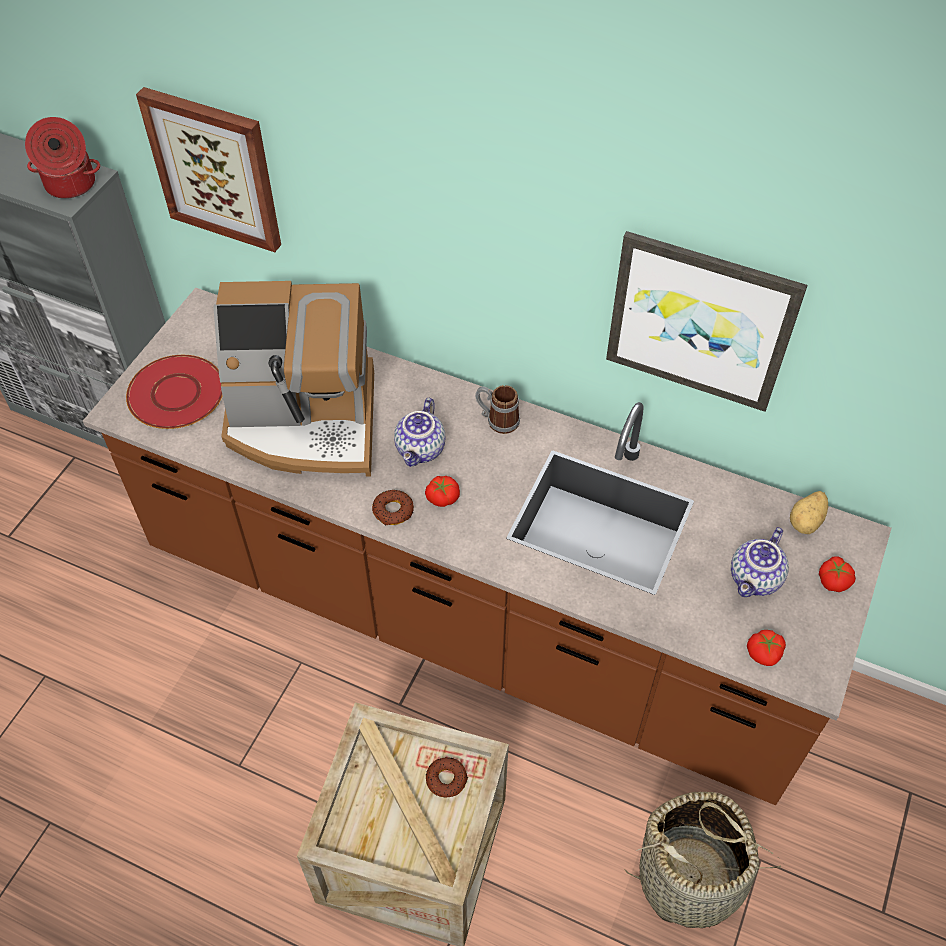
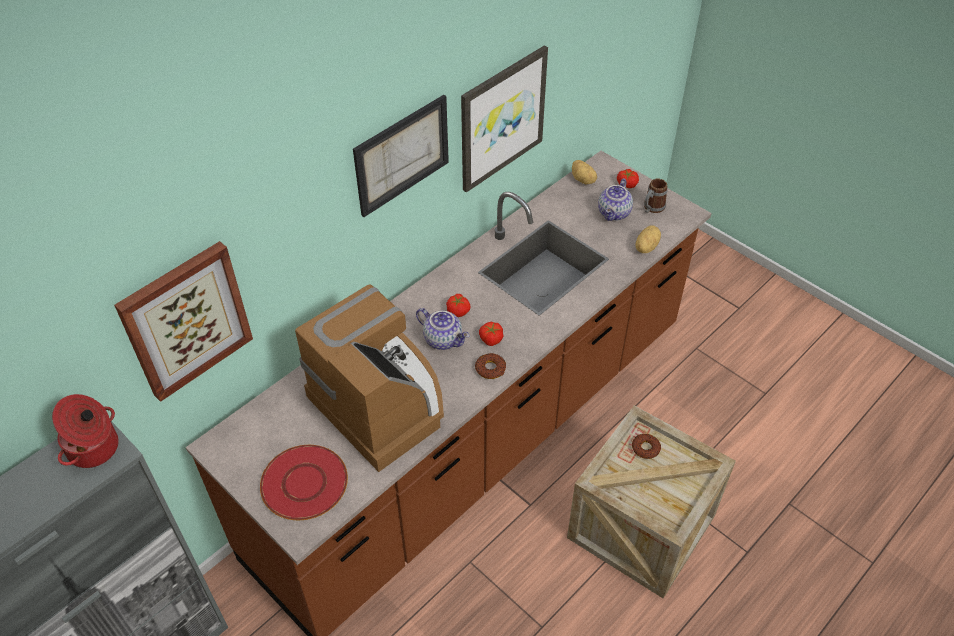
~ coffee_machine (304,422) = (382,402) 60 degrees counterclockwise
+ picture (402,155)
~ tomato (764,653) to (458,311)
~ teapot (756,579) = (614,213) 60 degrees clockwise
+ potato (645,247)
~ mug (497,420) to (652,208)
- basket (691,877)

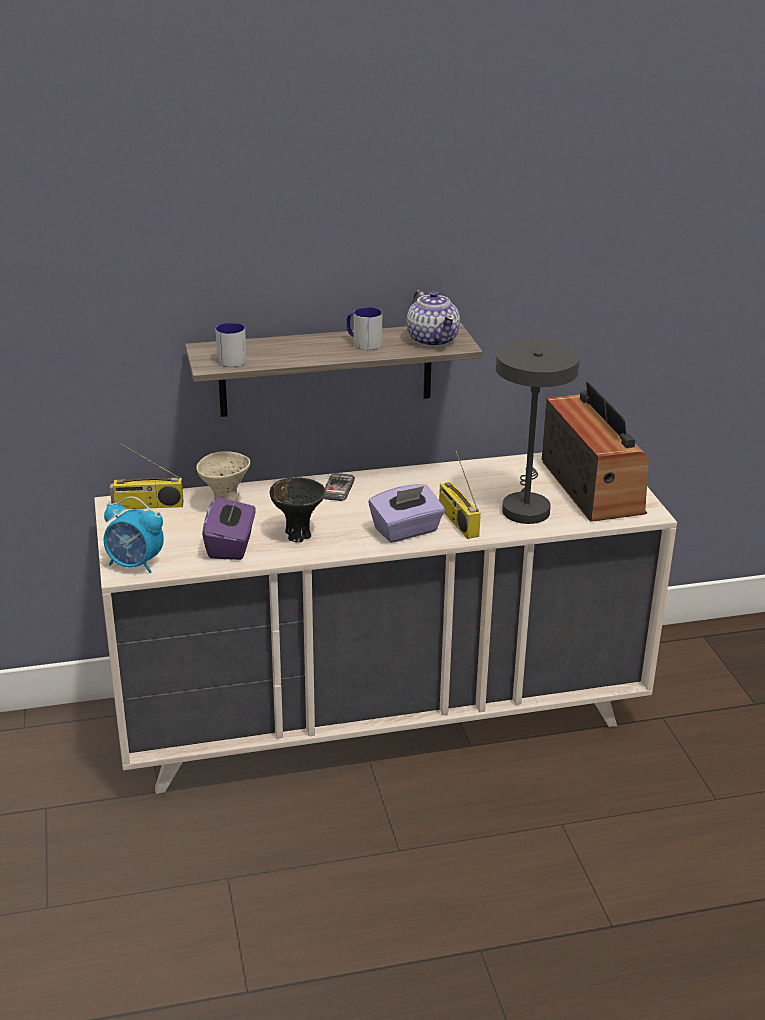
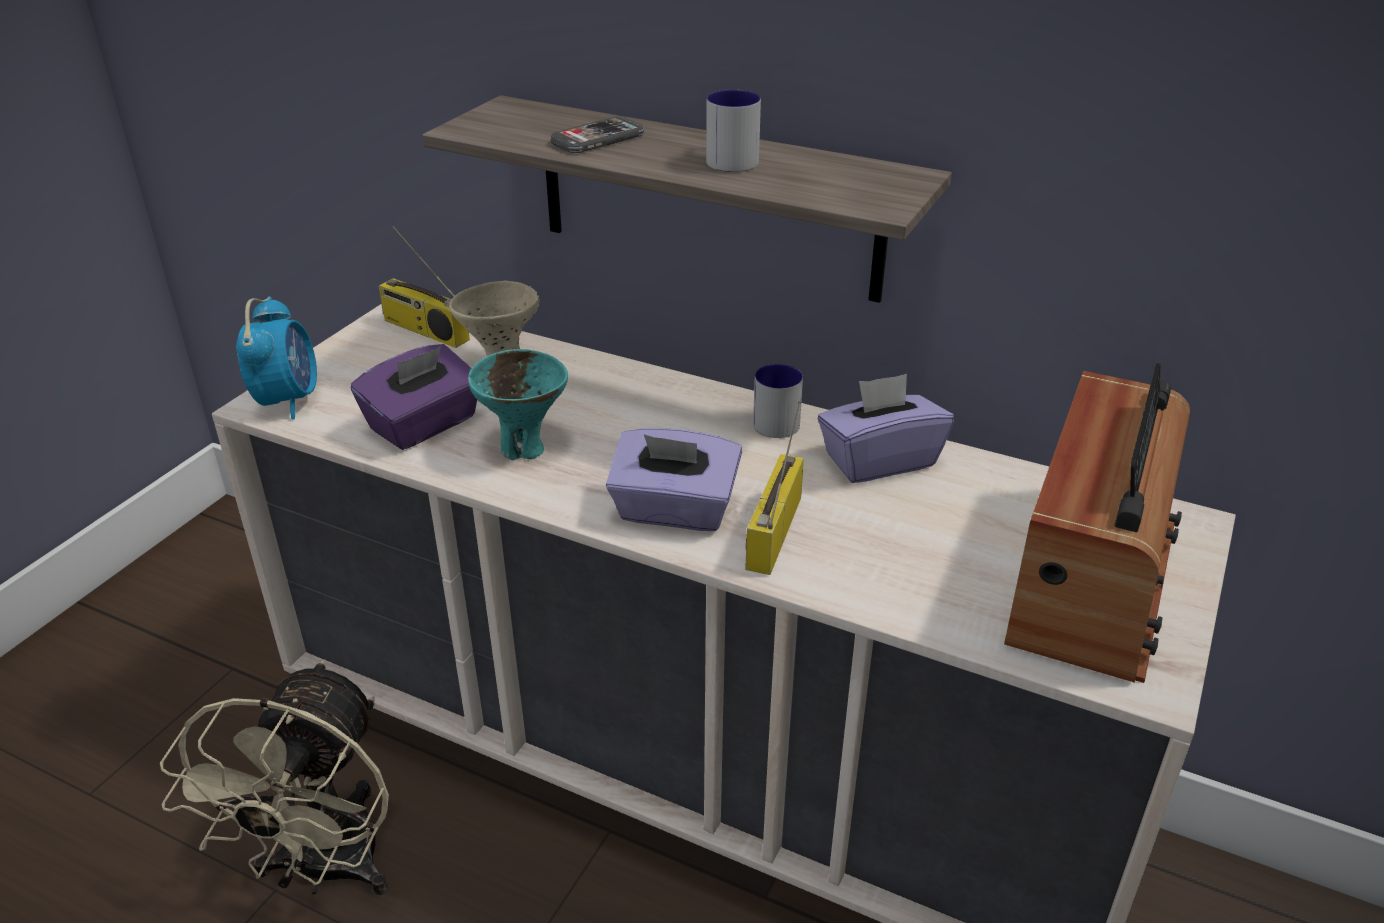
+ beige_fan (325,871)
~ alarm_clock (135,565) = (288,400) 150 degrees counterclockwise
~ black_bowl (298,535) to turquoise_bowl (524,447)
~ phone (338,488) to (597,138)
~ mug (230,359) to (779,420)
+ purple_tissue_box (879,460)
- teapot (432,340)
- grey_table_lamp (525,507)

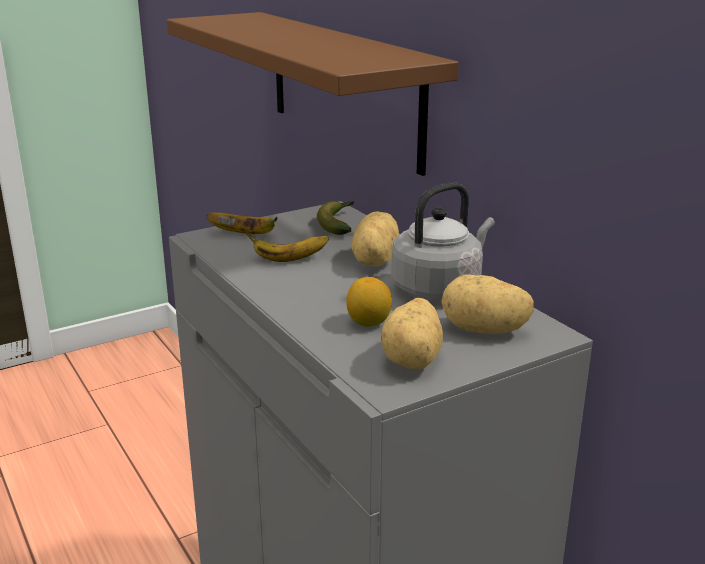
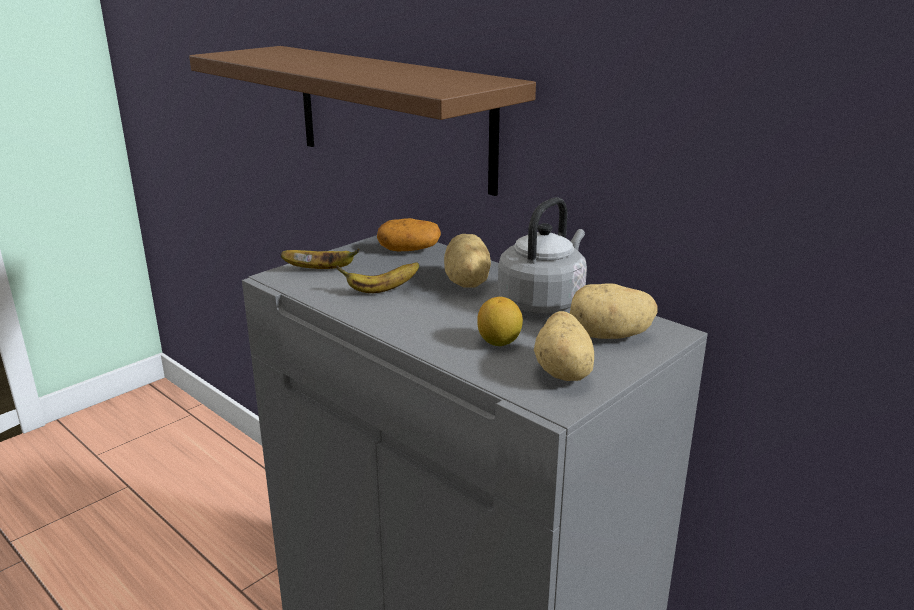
~ banana (339,223) to potato (409,250)

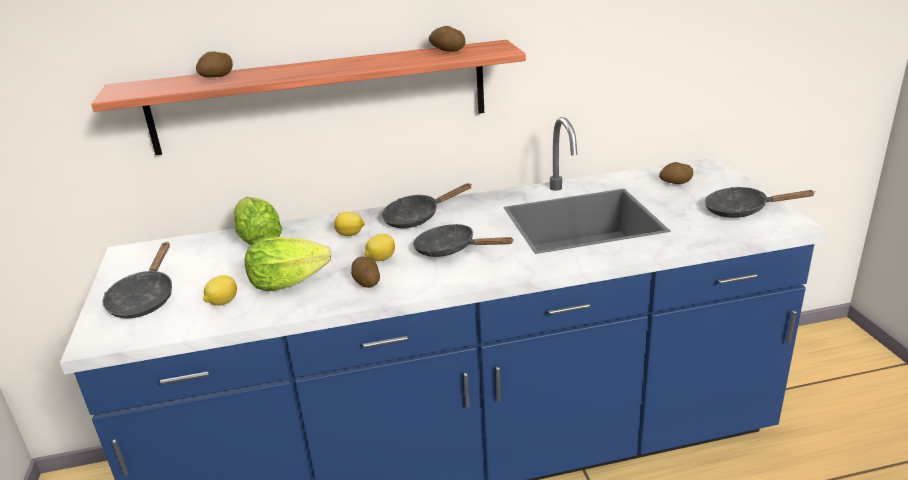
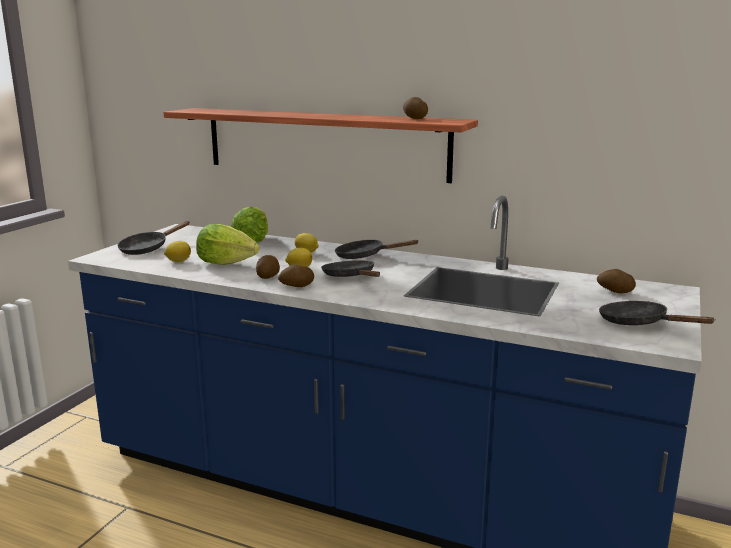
~ potato (216,77) to (296,286)

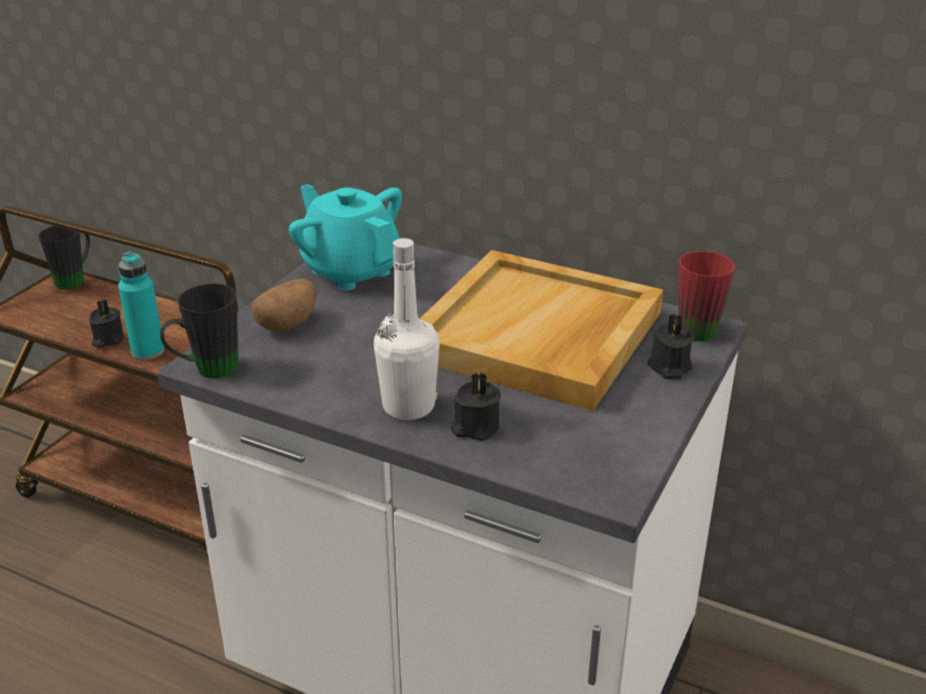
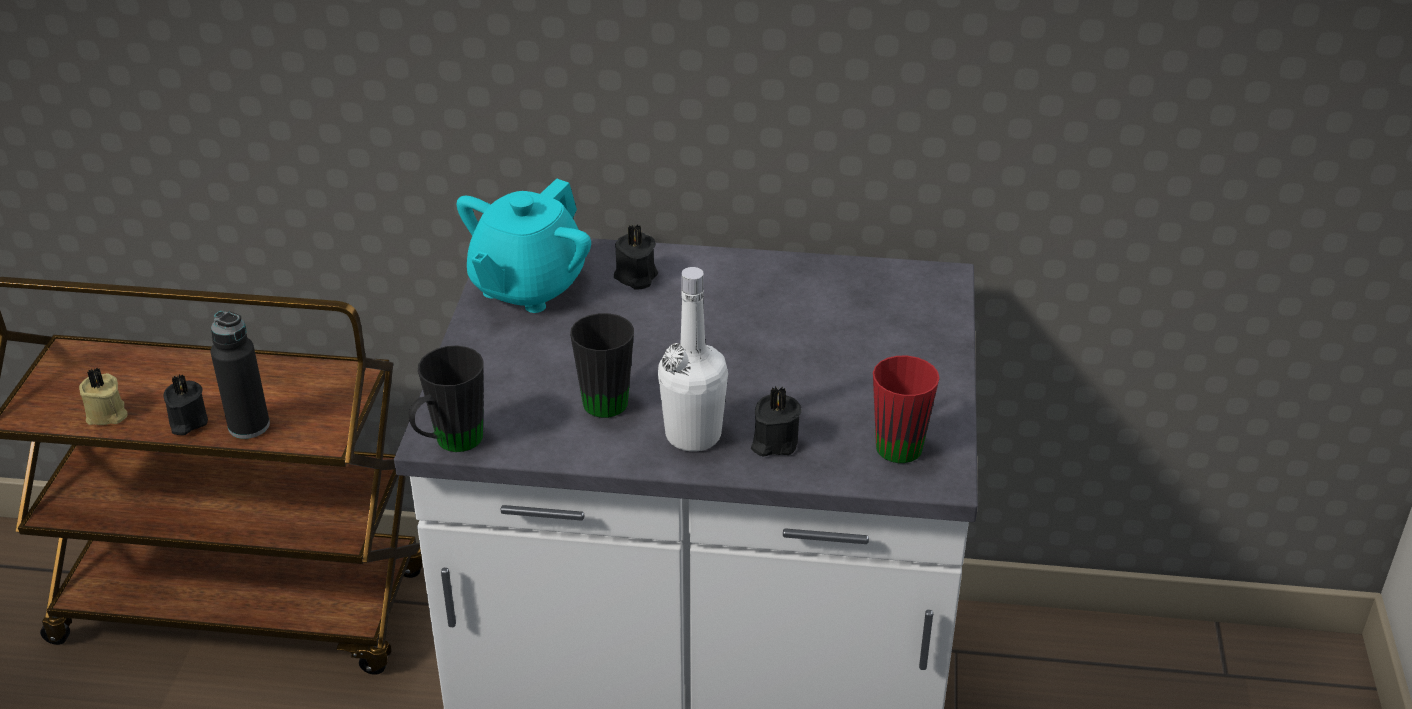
+ beige_candle (107,414)
~ turquoise_bottle (148,351) to black_bottle (249,426)
~ turquoise_teapot (351,270) = (527,287) 90 degrees counterclockwise
~ black_mug (75,279) to (608,395)
~ black_candle (669,367) to (635,277)
~ red_mug (700,326) to (899,439)
- potato (288,324)
- beige_tray (537,336)

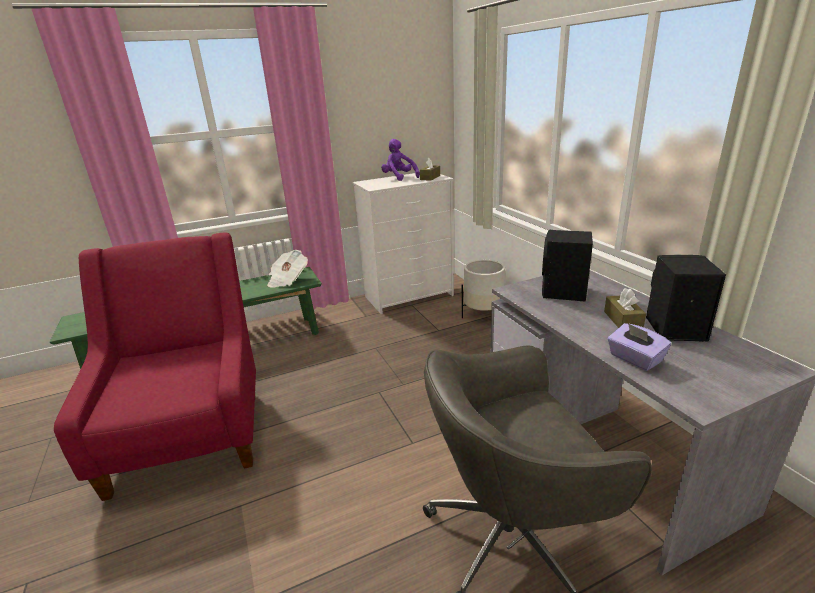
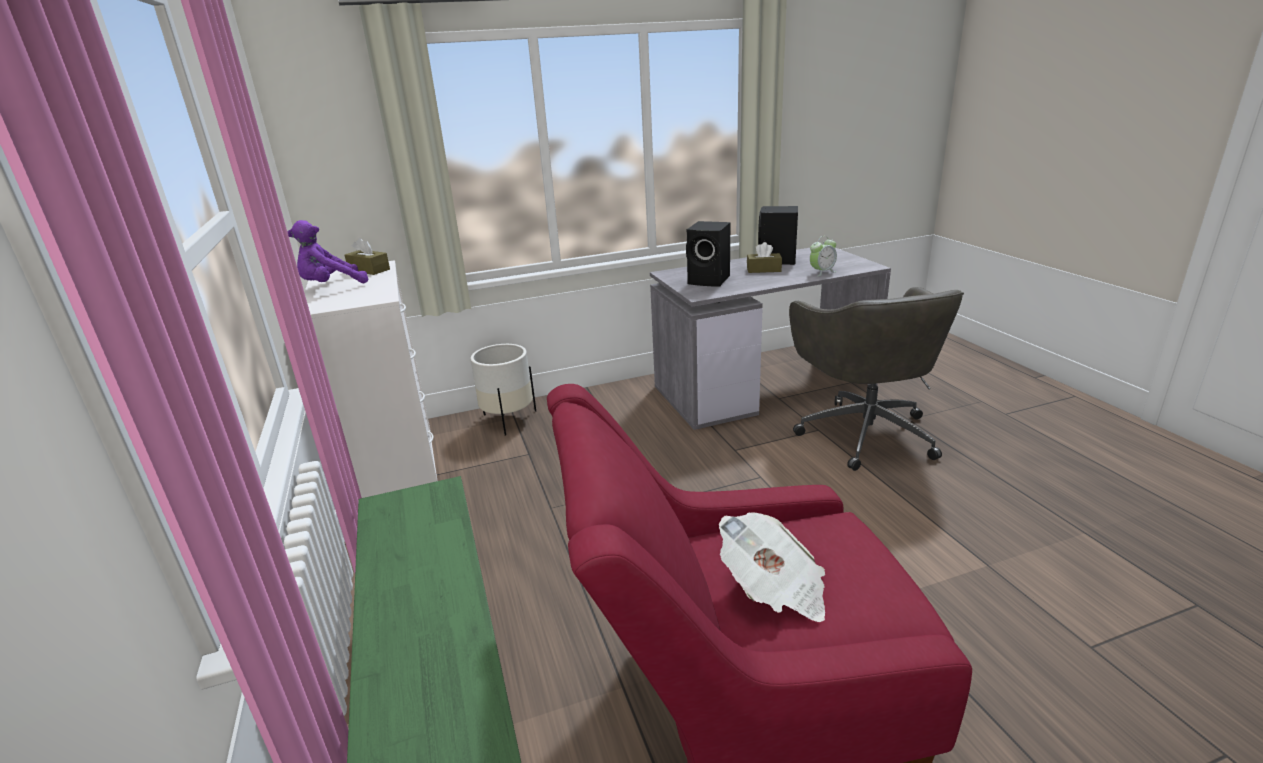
~ newspaper (287,280) to (774,589)
~ purple_tissue_box (634,359) to alarm_clock (822,272)

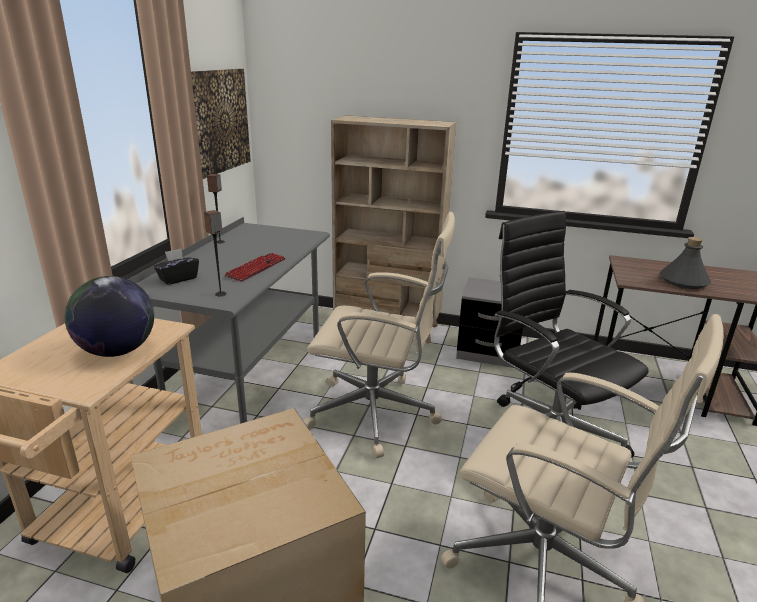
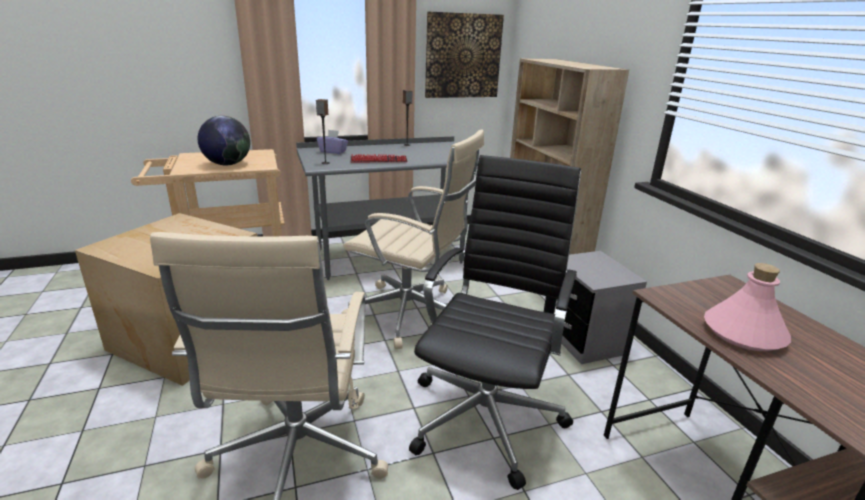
~ black_tissue_box (178,279) to purple_tissue_box (333,151)
~ beige_office_chair (377,413) = (410,314) 45 degrees counterclockwise
~ grey_bottle (683,281) to pink_bottle (743,333)

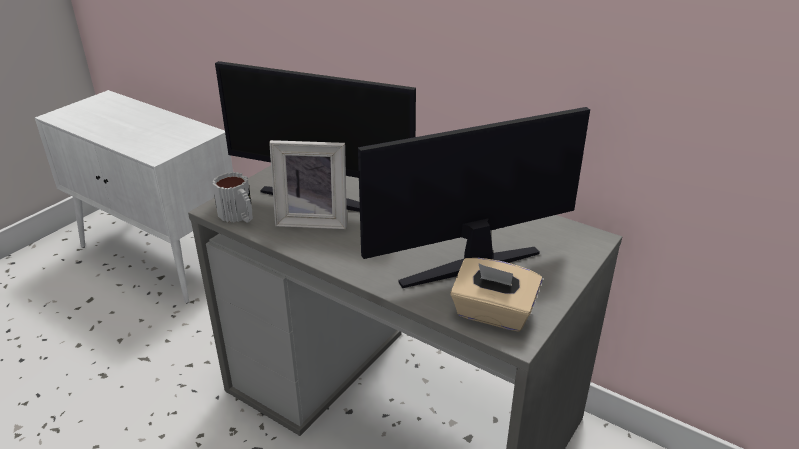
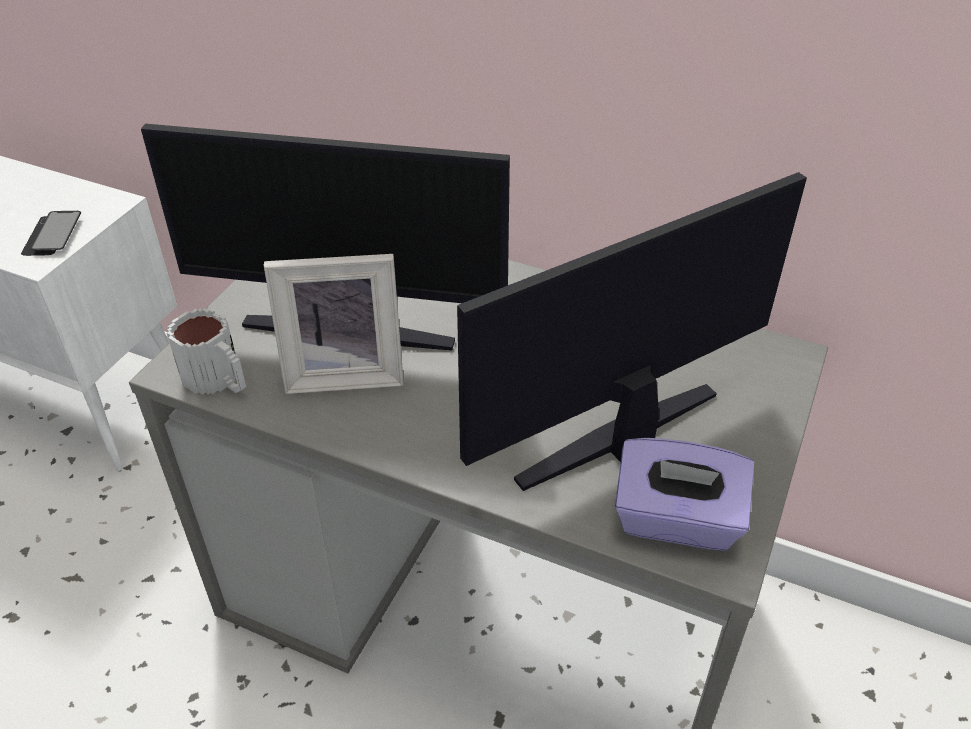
+ phone (52,235)
~ beige_tissue_box (493,313) to purple_tissue_box (676,521)

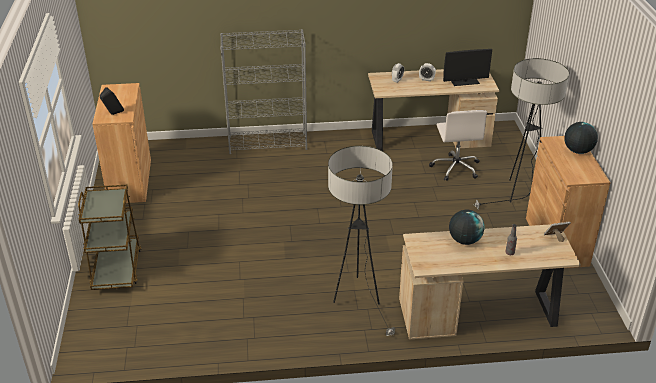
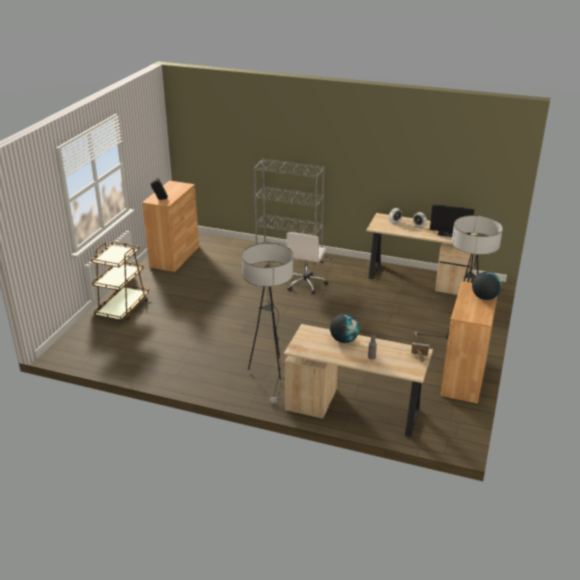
~ white_office_chair (455,167) to (306,284)

